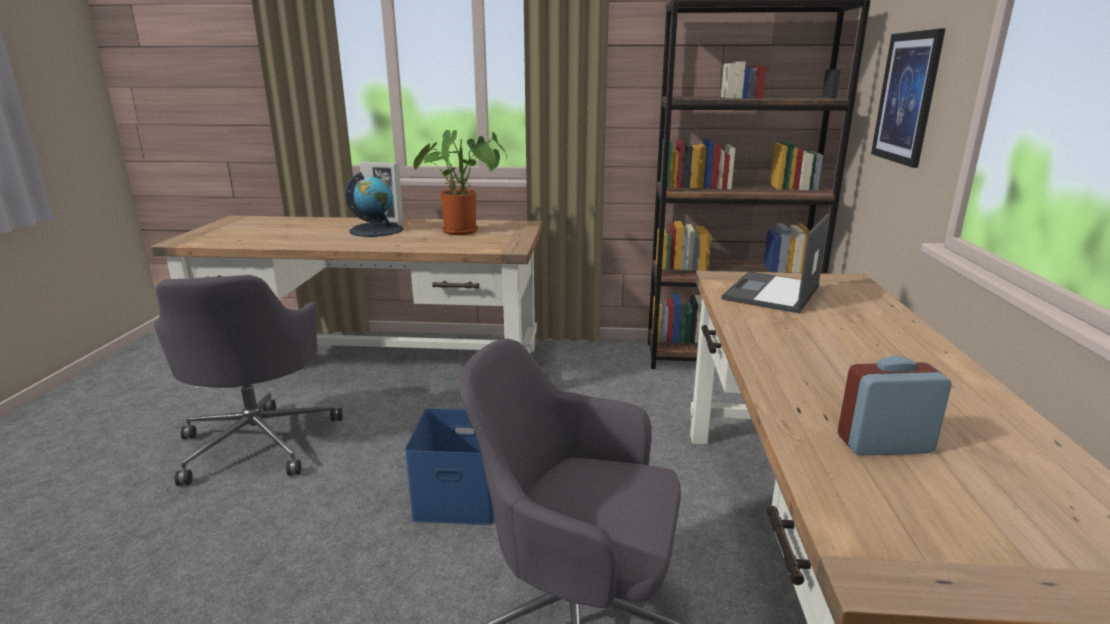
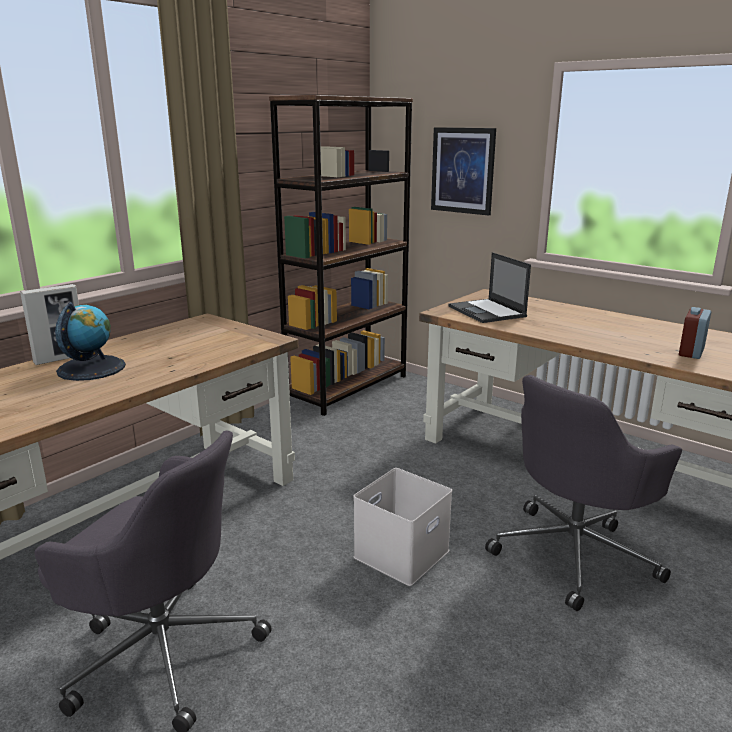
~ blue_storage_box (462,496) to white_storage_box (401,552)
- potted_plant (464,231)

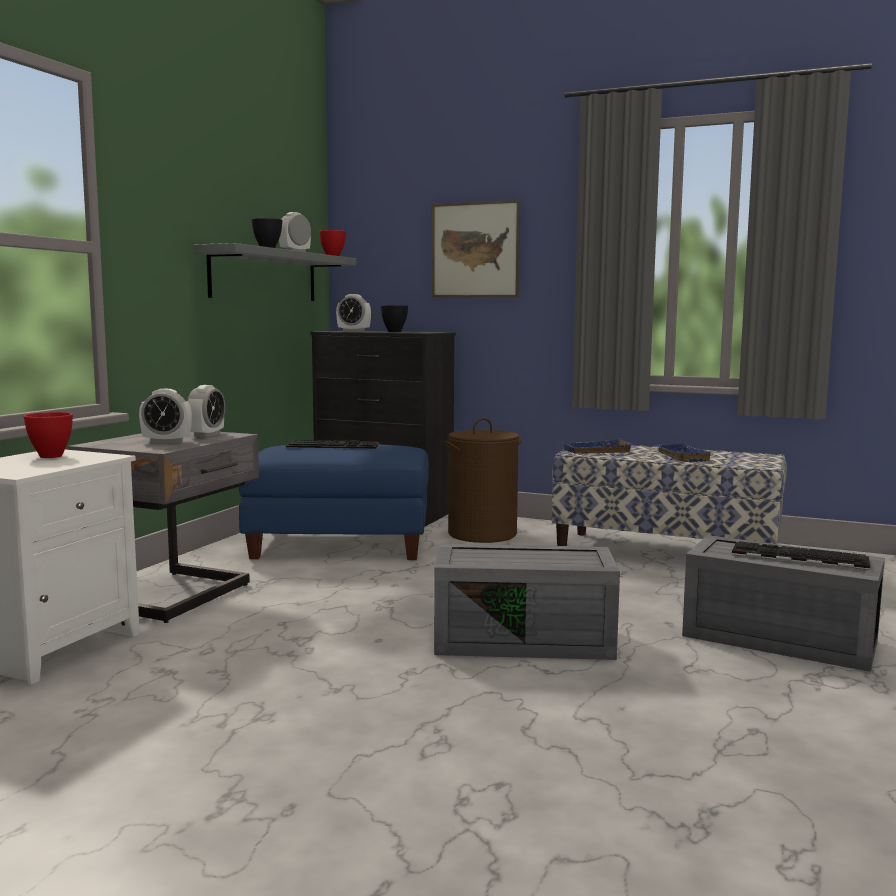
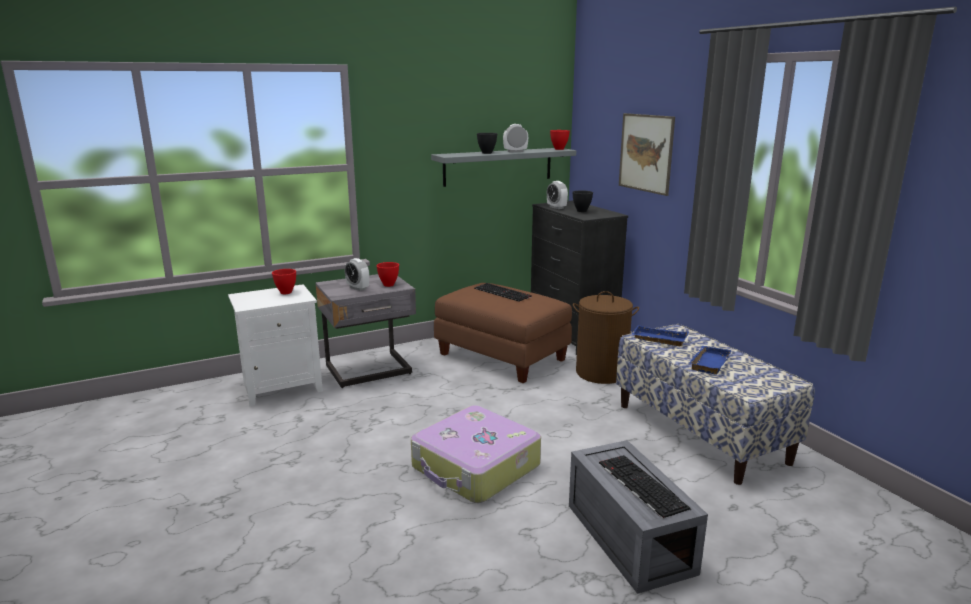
~ alarm_clock (207,435) to red_bowl (389,285)
~ grey_storage_box (526,639) to suitcase (475,468)
~ blue_ottoman (341,544) to brown_ottoman (503,357)

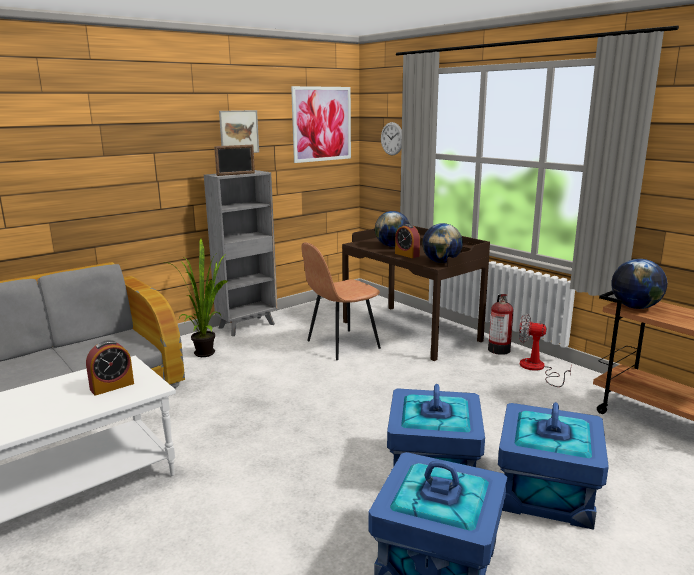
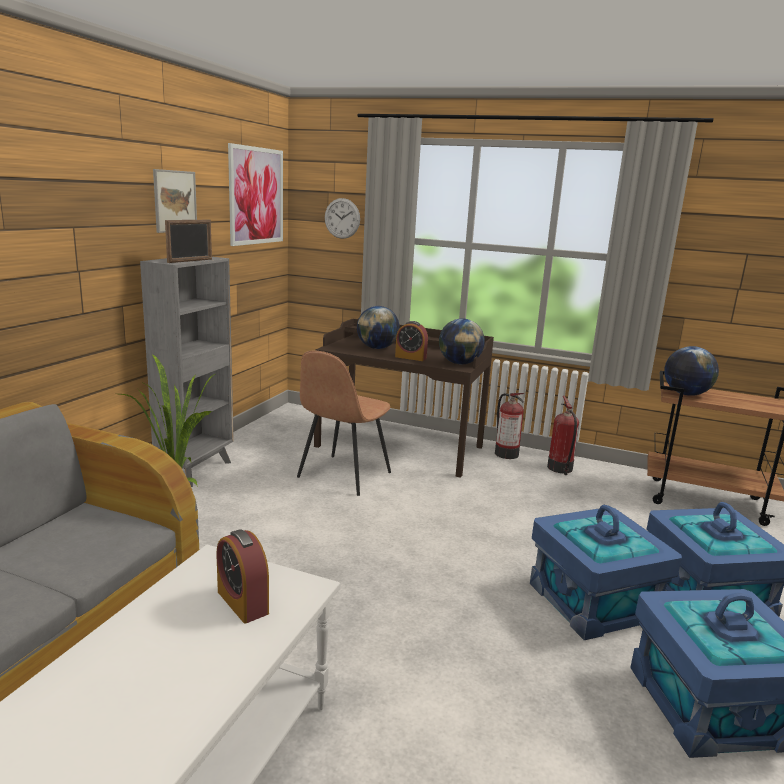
~ alarm_clock (112,386) = (242,602) 120 degrees clockwise
~ fan (537,369) to fire_extinguisher (560,468)

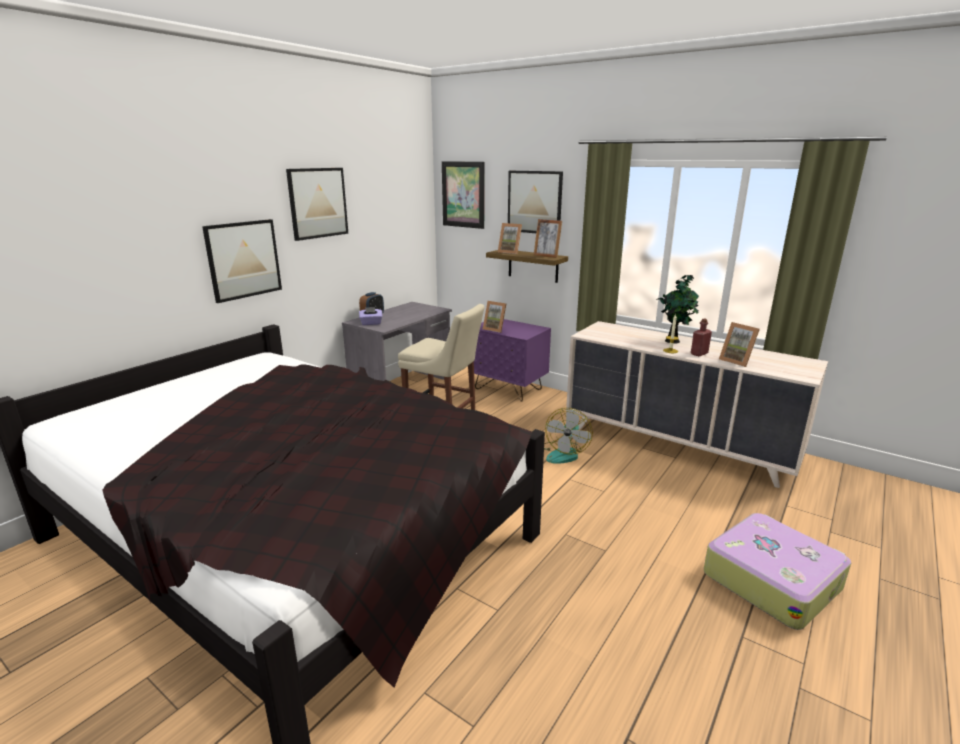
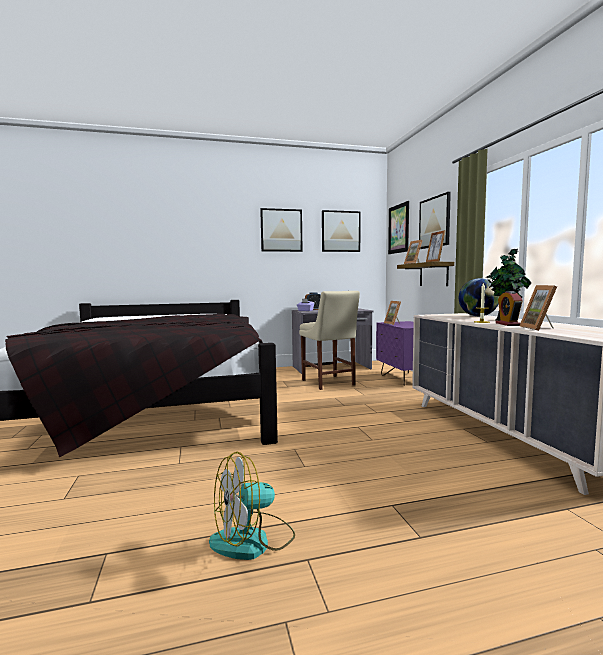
~ fan (564,453) to (253,540)
~ picture (243,259) to (340,231)
+ globe (478,316)
~ red_bottle (699,354) to alarm_clock (508,324)
- suitcase (771,579)

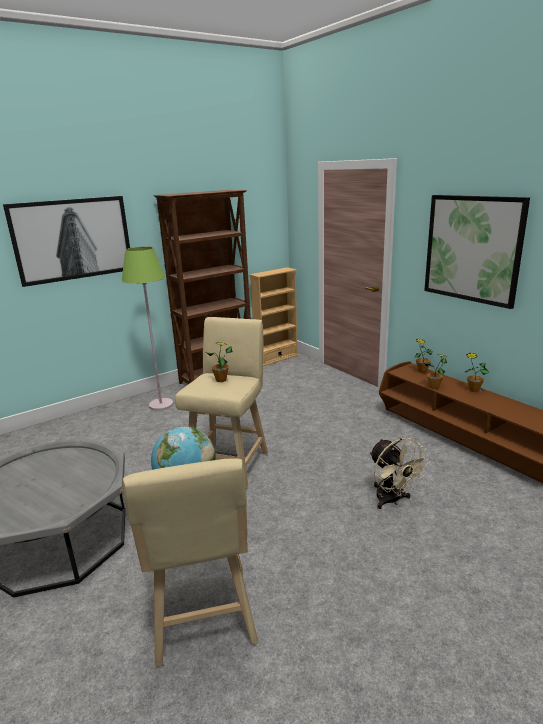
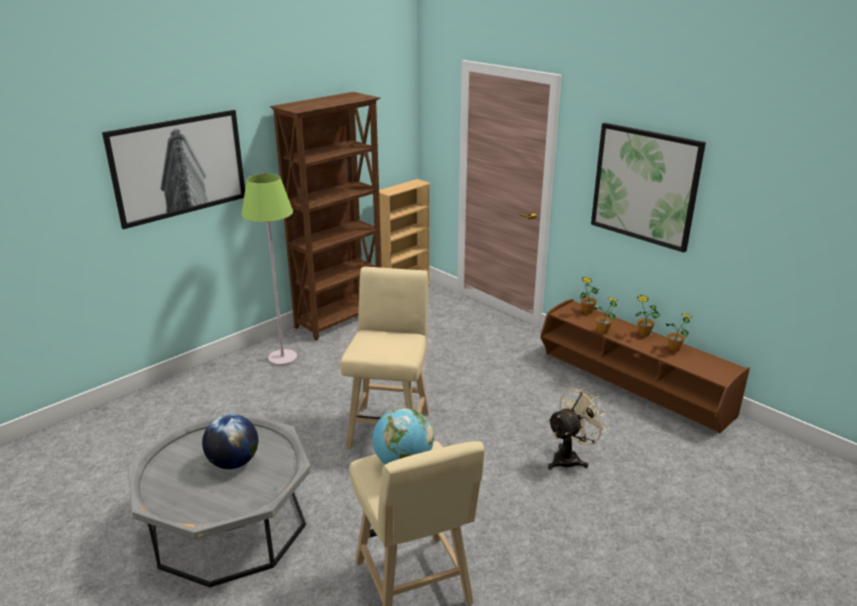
+ globe (233,462)
~ beige_fan (392,501) = (571,458) 90 degrees counterclockwise
~ potted_plant (221,380) to (674,348)

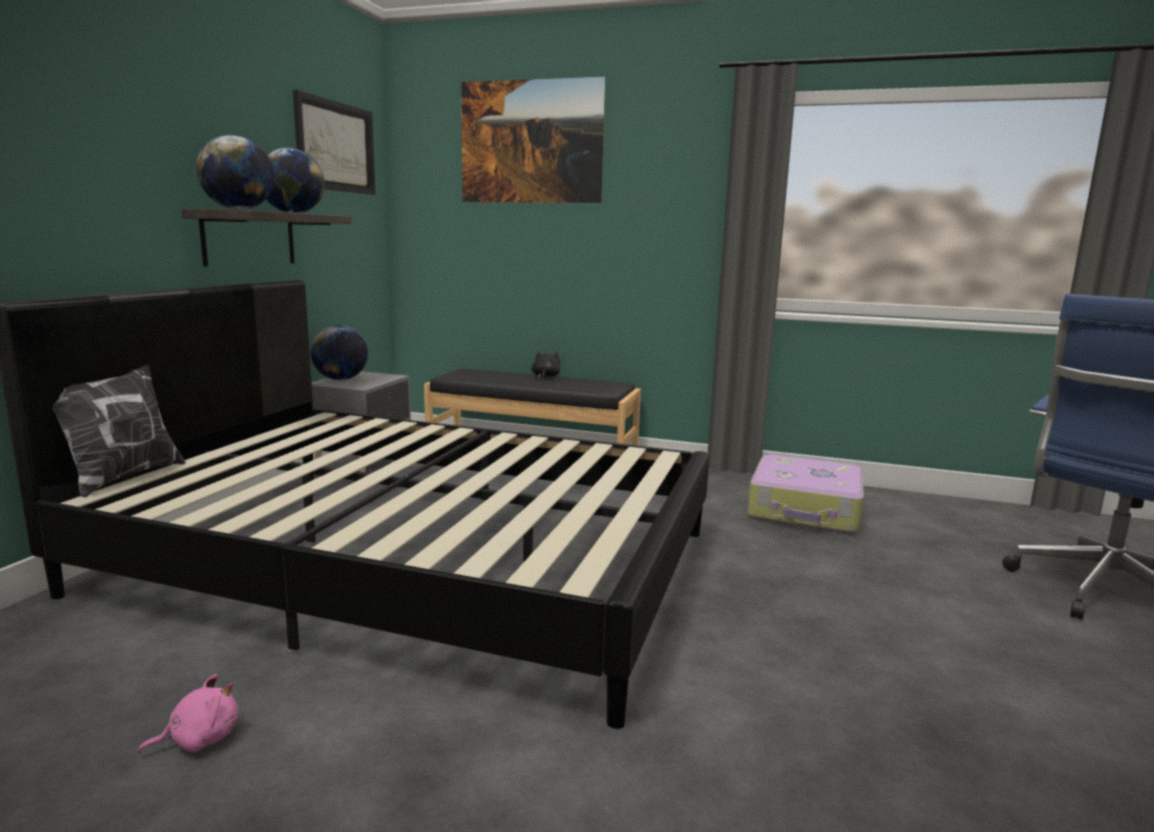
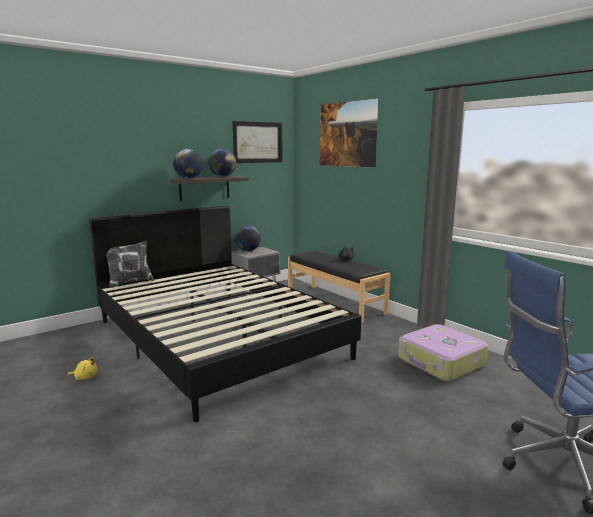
~ pink_plush_toy (200,739) to yellow_plush_toy (85,377)

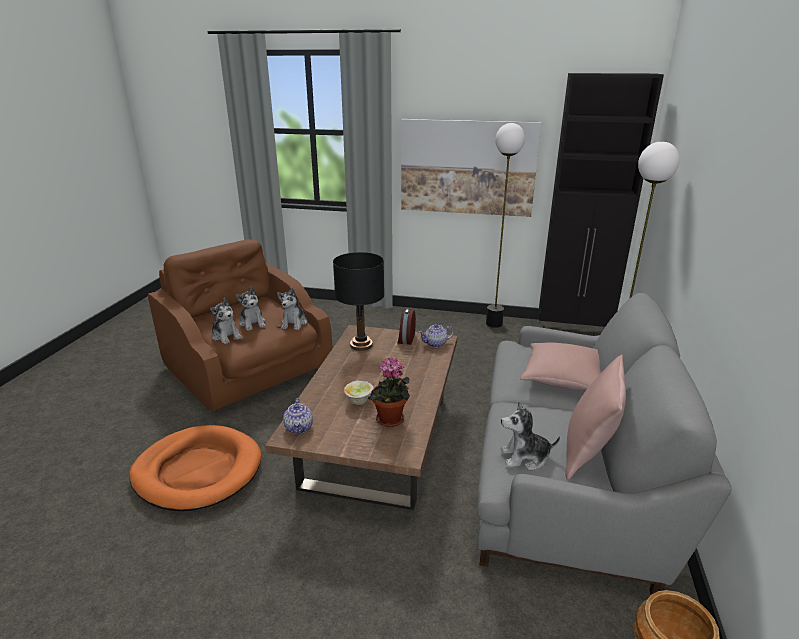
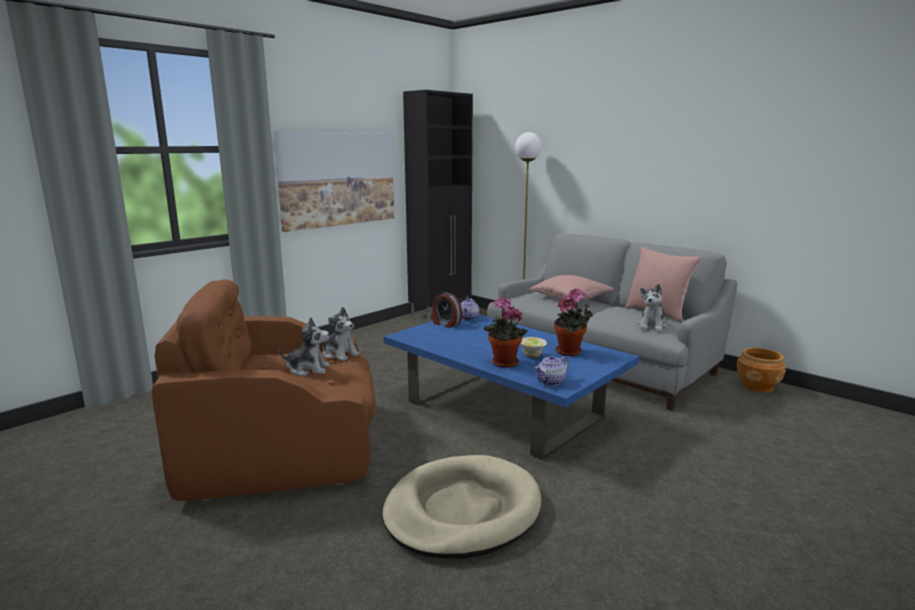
~ orange_dog_bed (198,471) to beige_dog_bed (462,511)
~ brown_coffee_table (379,440) to blue_coffee_table (505,409)
+ potted_plant (503,363)
~ teapot (299,428) = (551,382) 120 degrees clockwise
- plush_toy (226,336)
- black_table_lamp (361,345)
- floor_lamp (494,323)

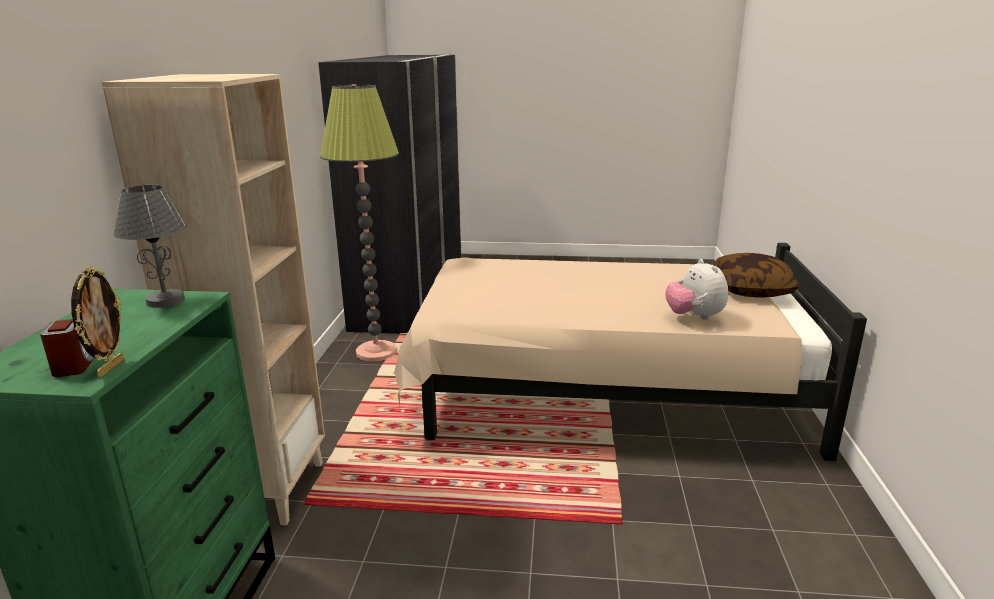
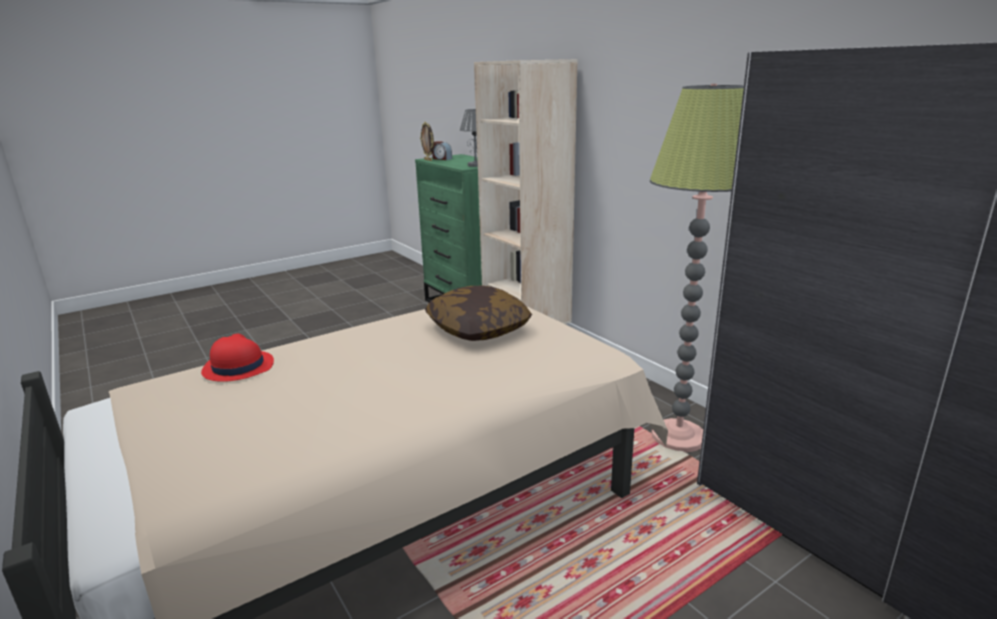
~ plush_toy (694,317) to red_hat (237,367)
~ pillow (751,289) to (478,329)

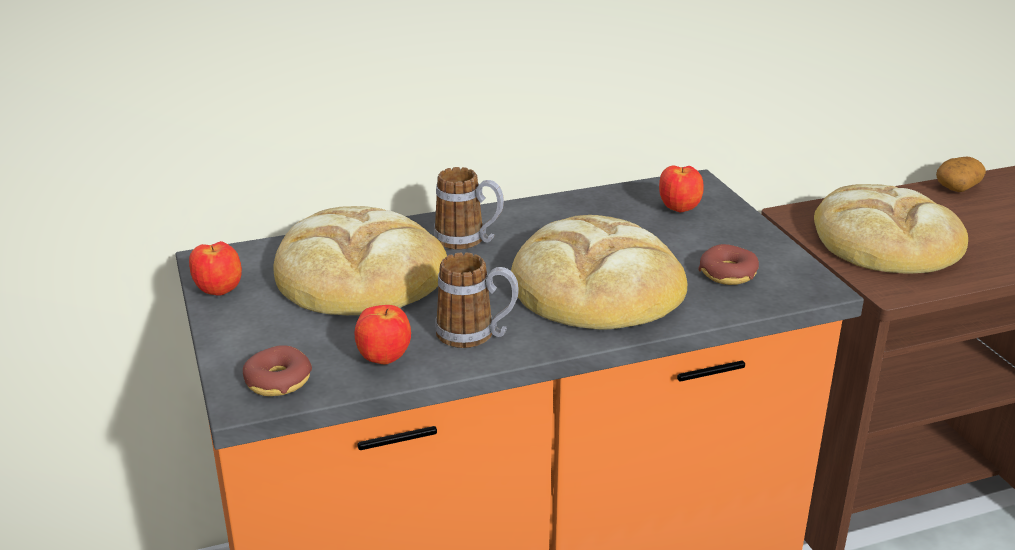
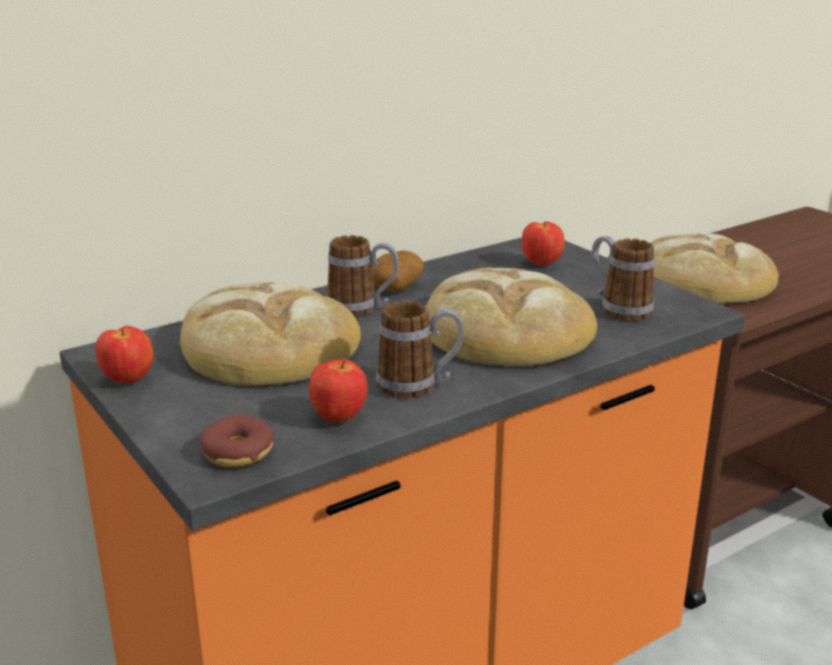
~ potato (957,186) to (396,286)
~ donut (728,273) to mug (618,308)

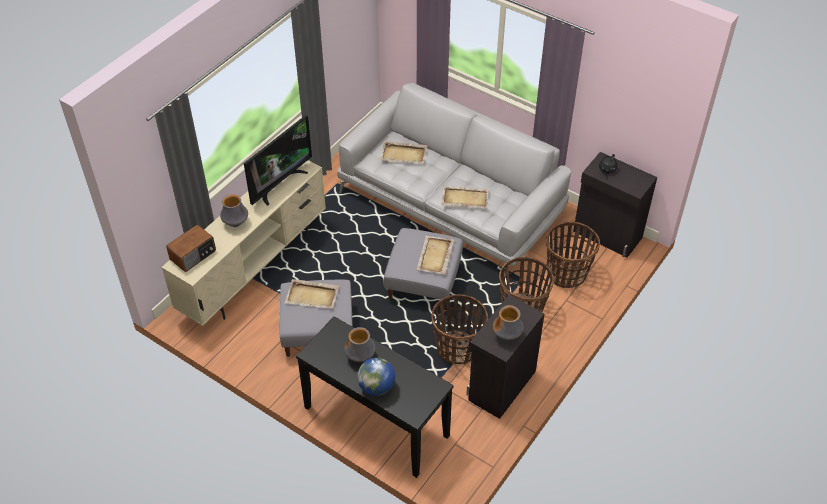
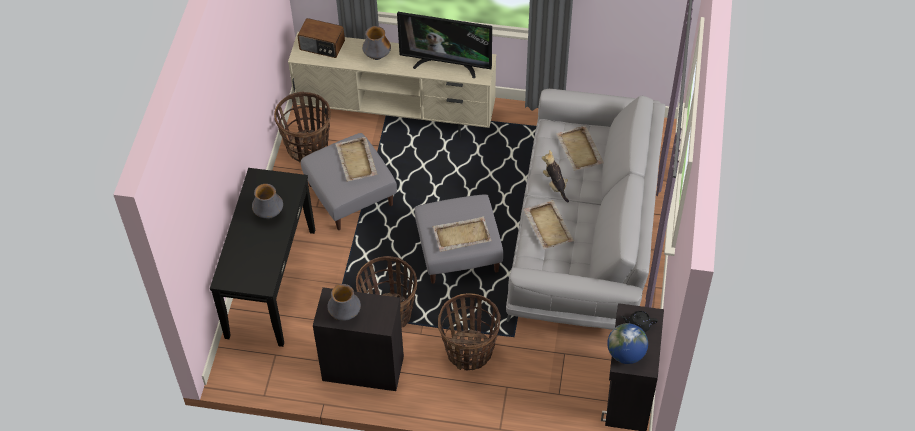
~ basket (567,274) to (307,148)
+ plush_toy (555,185)
~ globe (376,387) to (626,354)

